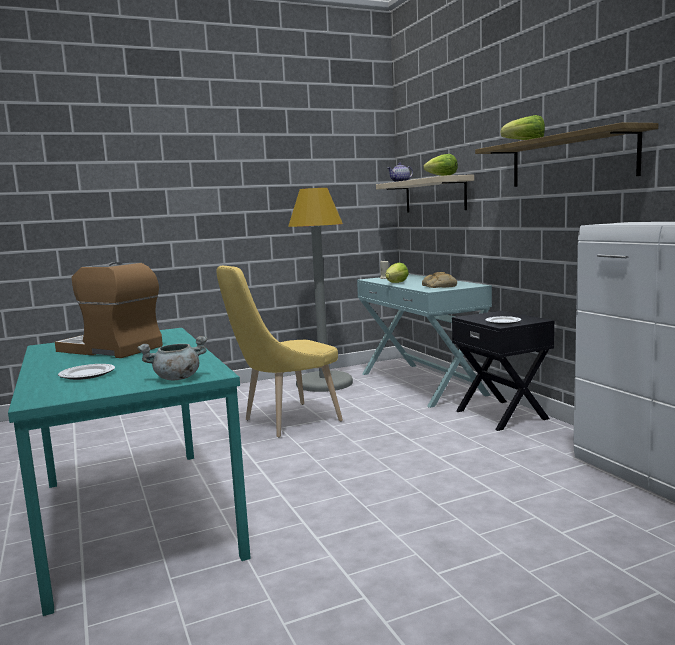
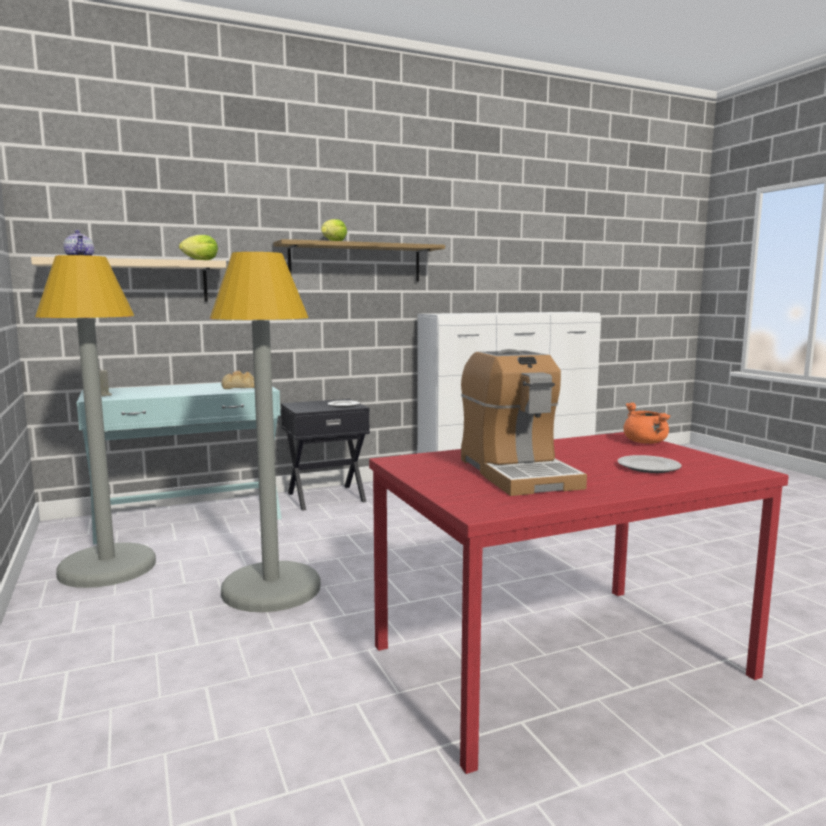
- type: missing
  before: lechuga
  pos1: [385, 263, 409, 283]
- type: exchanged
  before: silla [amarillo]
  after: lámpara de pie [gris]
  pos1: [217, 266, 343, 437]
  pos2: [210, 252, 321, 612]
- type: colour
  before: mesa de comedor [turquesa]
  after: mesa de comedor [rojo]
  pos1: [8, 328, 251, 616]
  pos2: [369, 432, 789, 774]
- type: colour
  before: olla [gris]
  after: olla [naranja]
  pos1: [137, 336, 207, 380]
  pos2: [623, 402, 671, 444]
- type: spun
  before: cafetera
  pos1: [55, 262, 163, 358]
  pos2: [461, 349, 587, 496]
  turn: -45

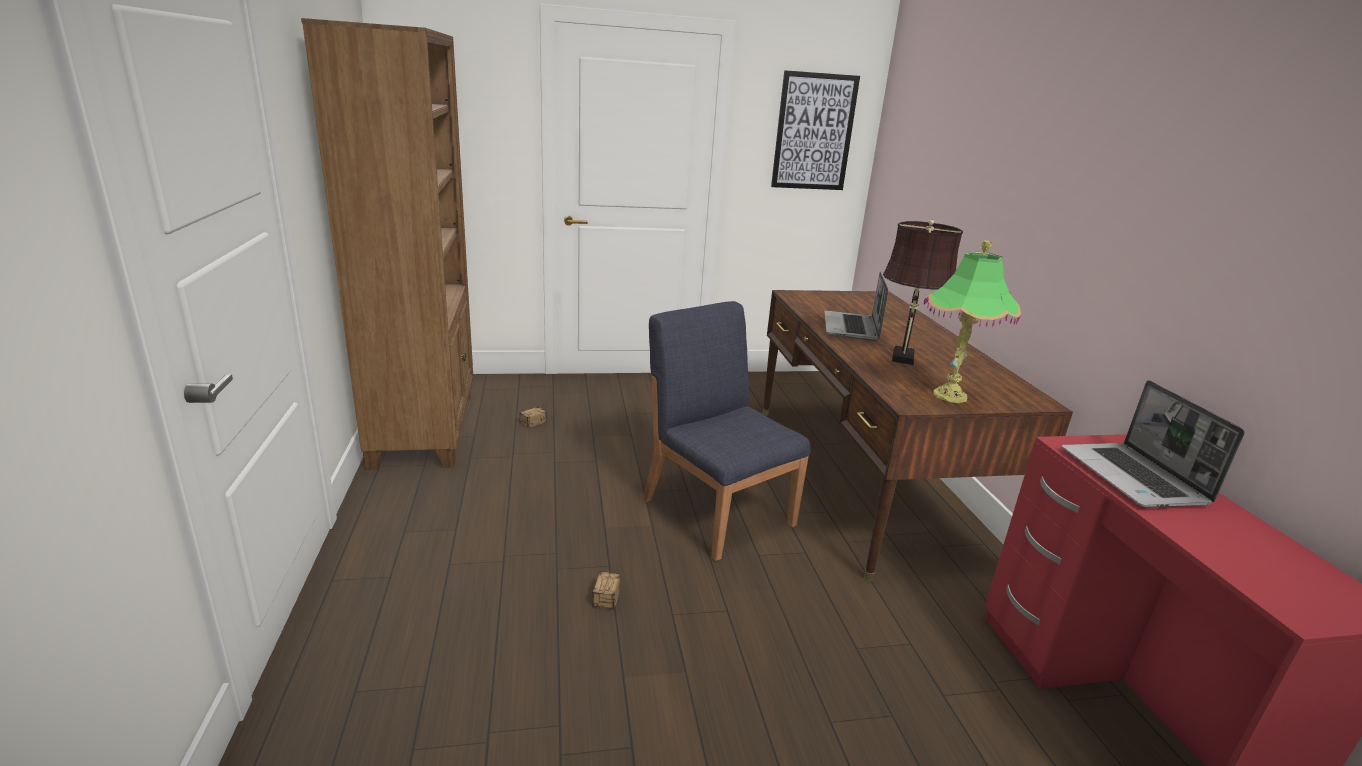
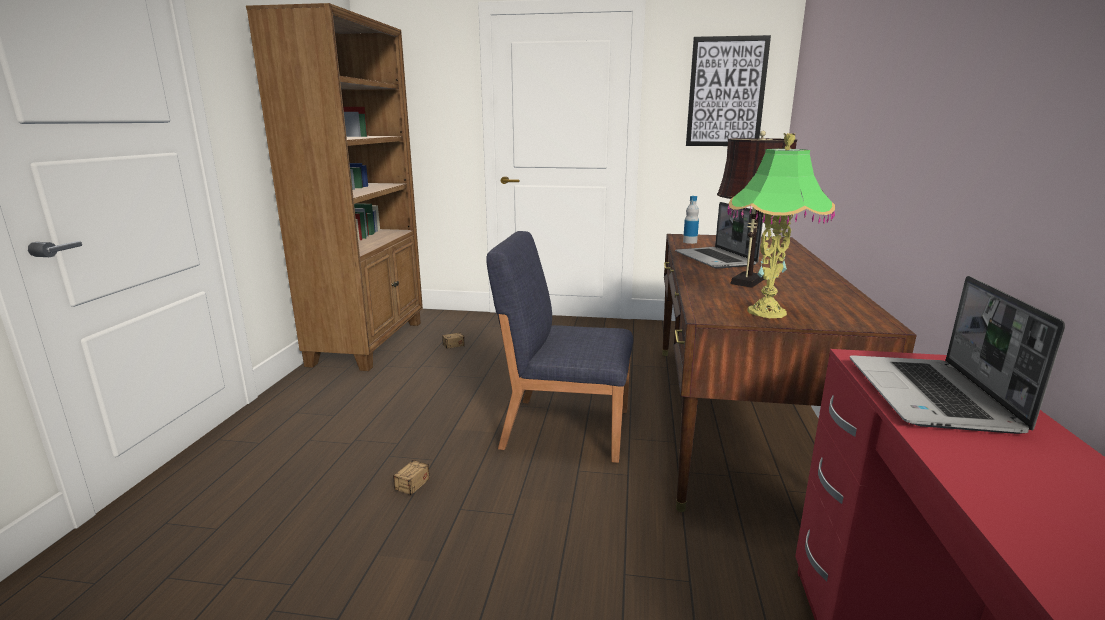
- type: appeared
  after: botella
  pos2: [683, 196, 699, 244]
- type: spun
  before: silla [azul]
  pos1: [643, 301, 810, 561]
  pos2: [486, 231, 633, 463]
  turn: -60
- type: spun
  before: portátil
  pos1: [824, 271, 888, 341]
  pos2: [675, 202, 764, 269]
  turn: -45

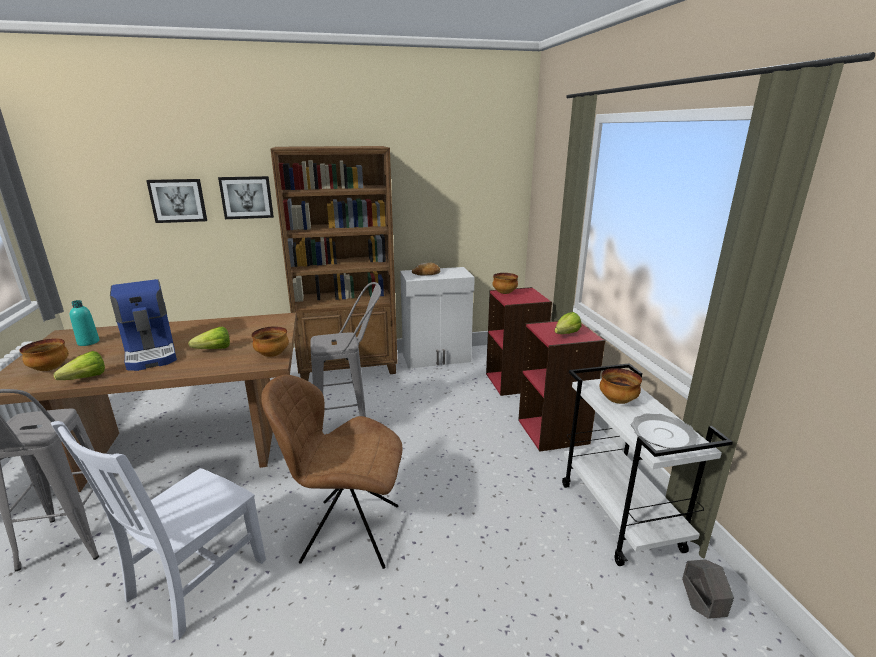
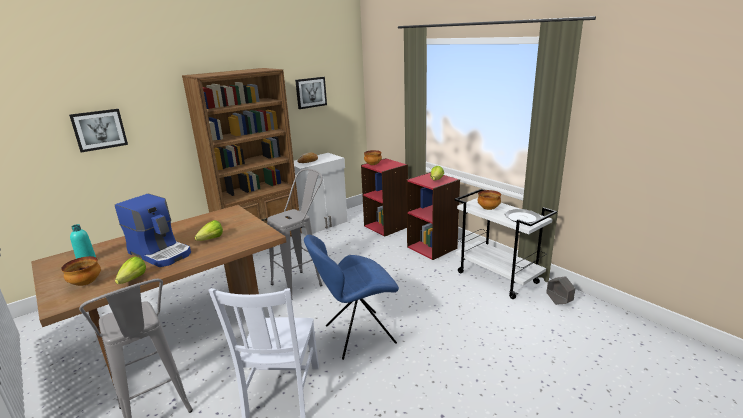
- type: missing
  before: cuenco
  pos1: [252, 326, 289, 357]
- type: relocated
  before: cuadro
  pos1: [218, 176, 274, 219]
  pos2: [295, 77, 327, 109]
- type: colour
  before: silla [marrón]
  after: silla [azul]
  pos1: [261, 375, 402, 569]
  pos2: [304, 235, 399, 360]

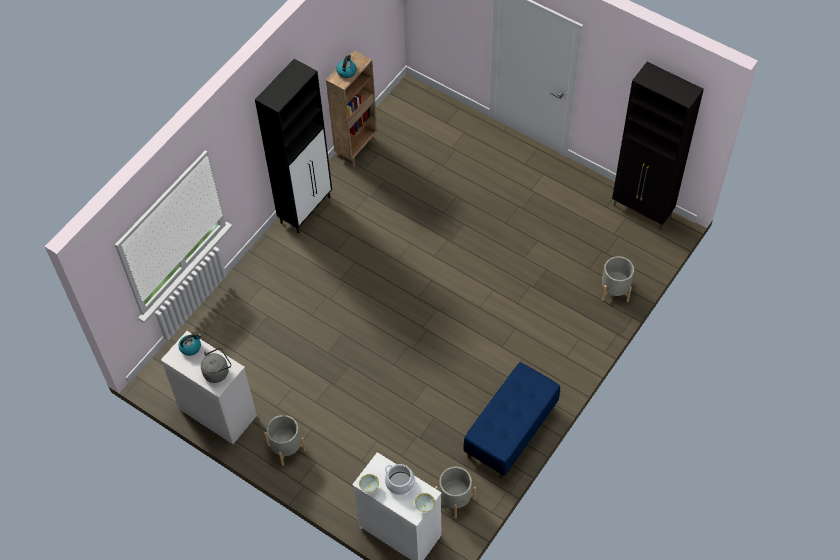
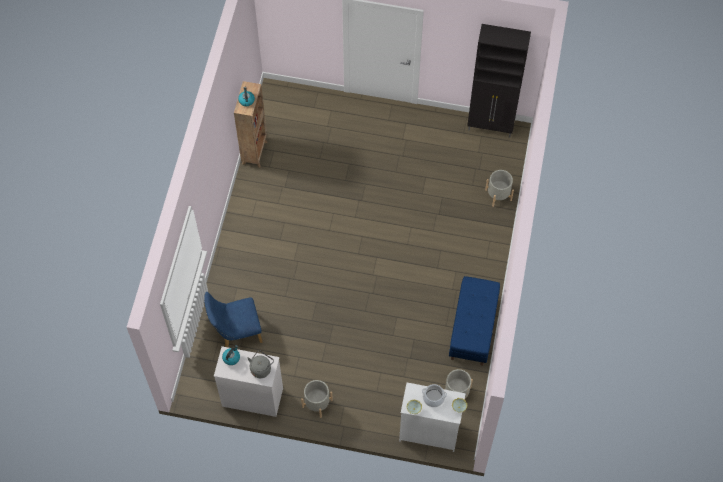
- type: missing
  before: armario [negro]
  pos1: [255, 59, 332, 234]
- type: appeared
  after: silla [azul]
  pos2: [204, 292, 263, 347]

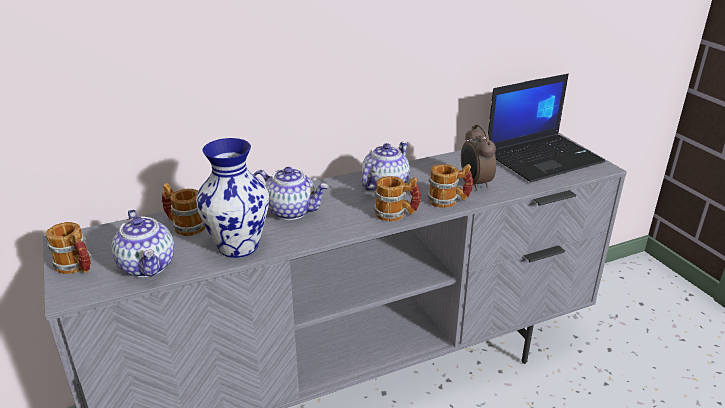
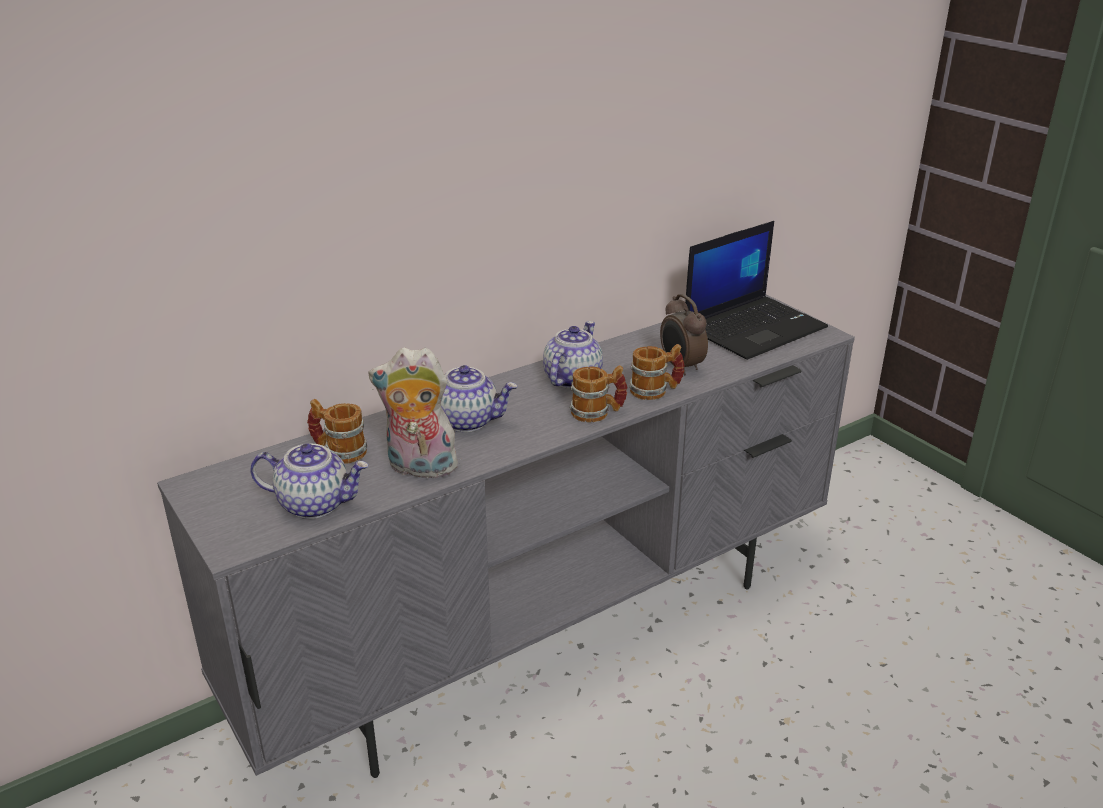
- type: missing
  before: taza grande
  pos1: [46, 222, 91, 274]
- type: exchanged
  before: florero
  after: peluche
  pos1: [196, 138, 269, 258]
  pos2: [368, 347, 461, 478]
- type: spun
  before: tetera
  pos1: [112, 209, 175, 277]
  pos2: [250, 443, 369, 519]
  turn: -45

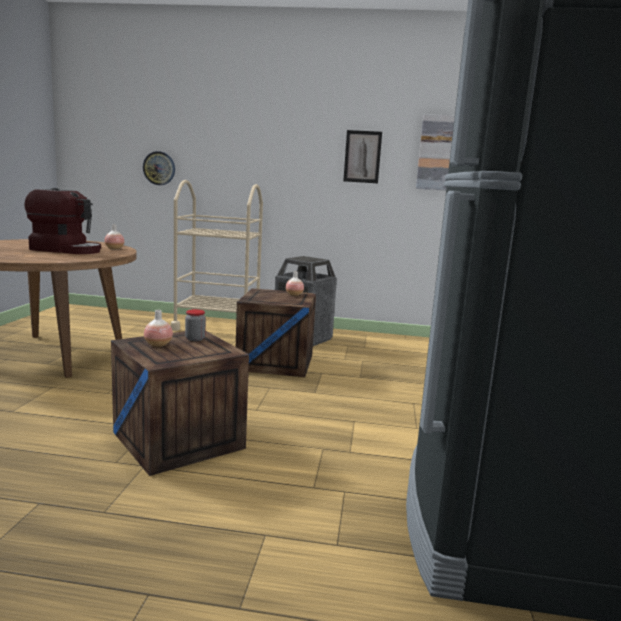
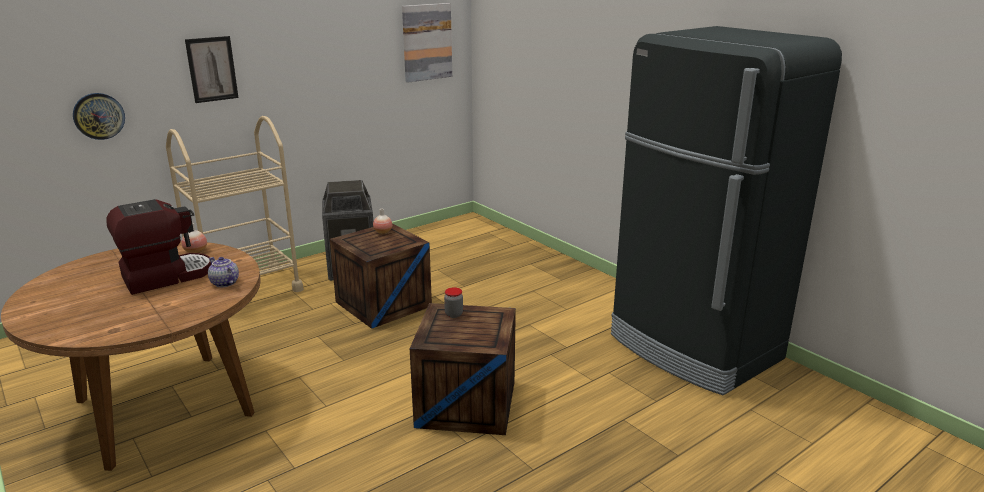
- type: missing
  before: florero
  pos1: [144, 310, 173, 347]
- type: appeared
  after: tetera
  pos2: [208, 257, 239, 287]
- type: relocated
  before: cuadro
  pos1: [343, 130, 382, 183]
  pos2: [185, 36, 239, 103]

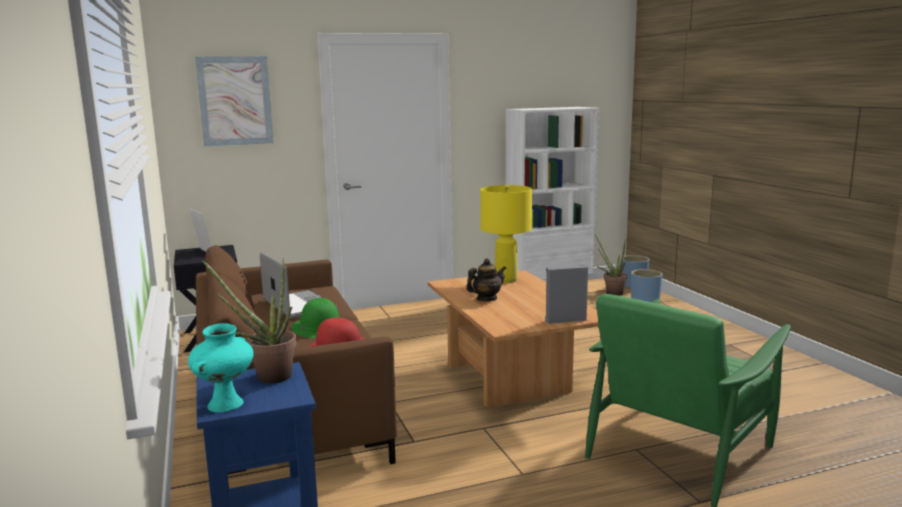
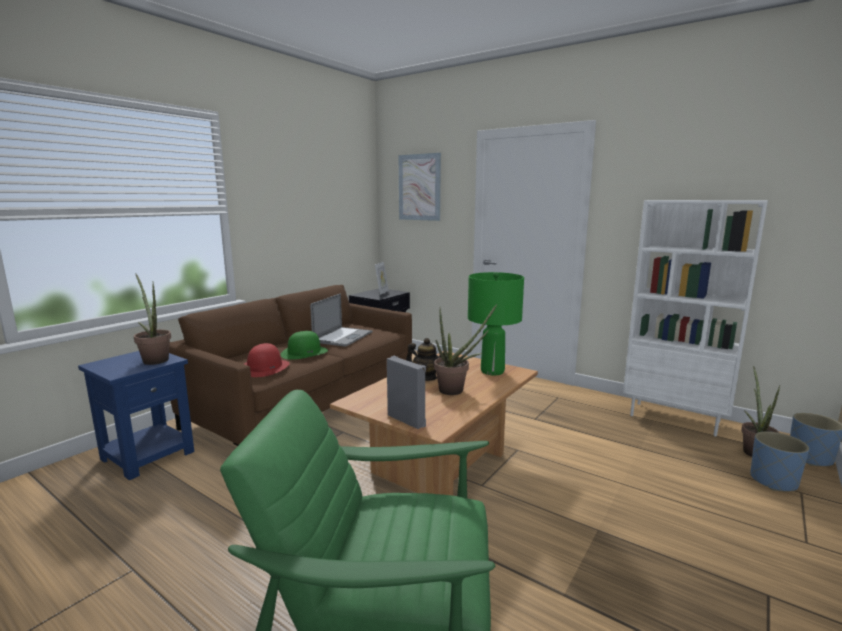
- type: missing
  before: florero [turquesa]
  pos1: [188, 323, 254, 412]
- type: appeared
  after: planta en maceta
  pos2: [434, 304, 497, 395]
- type: colour
  before: lámpara de mesa [amarillo]
  after: lámpara de mesa [verde]
  pos1: [480, 185, 532, 283]
  pos2: [468, 272, 524, 375]

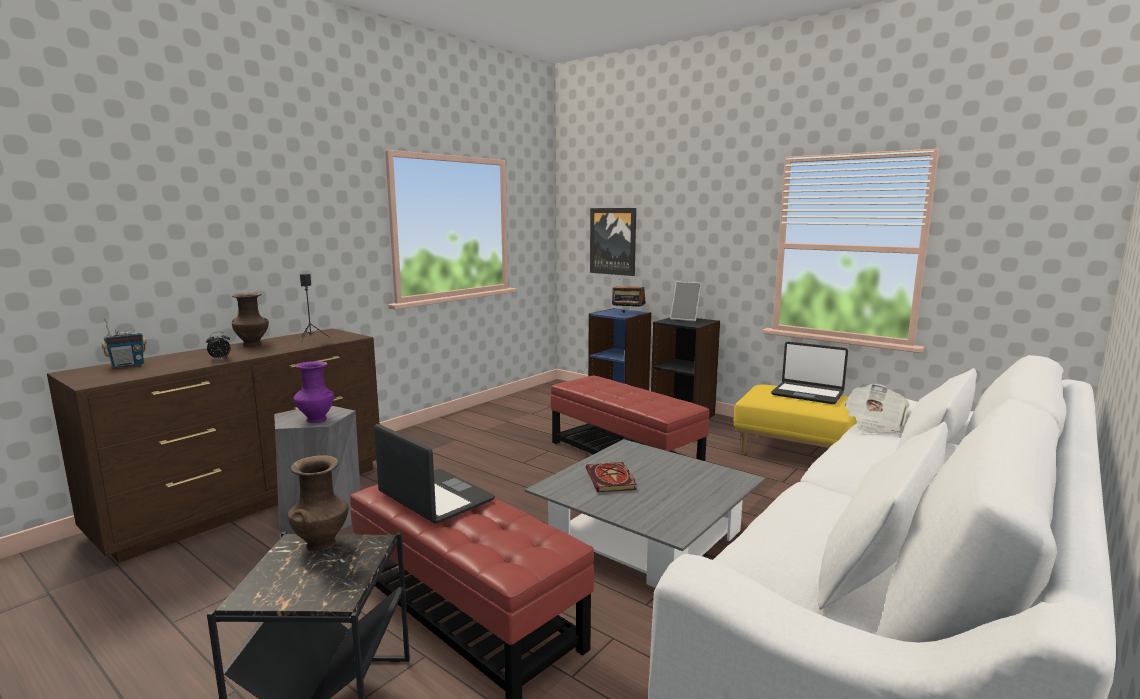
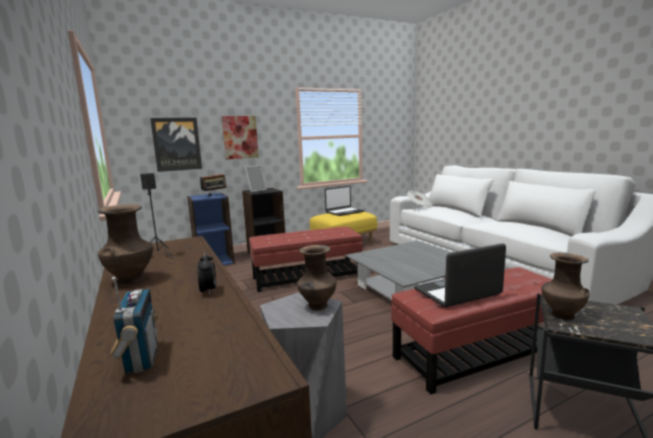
- type: missing
  before: libro
  pos1: [586, 462, 637, 492]
- type: appeared
  after: cuadro
  pos2: [222, 116, 259, 160]
- type: colour
  before: florero [morado]
  after: florero [marrón]
  pos1: [293, 361, 334, 423]
  pos2: [297, 245, 337, 311]

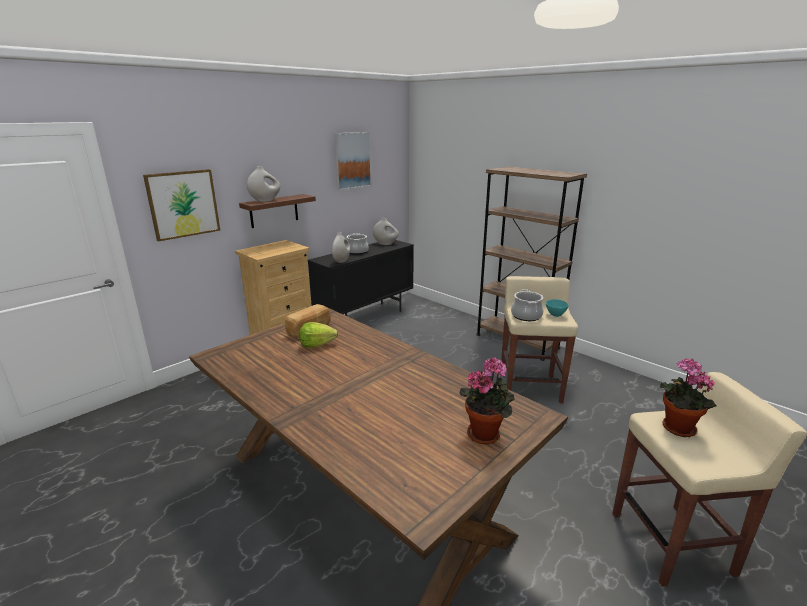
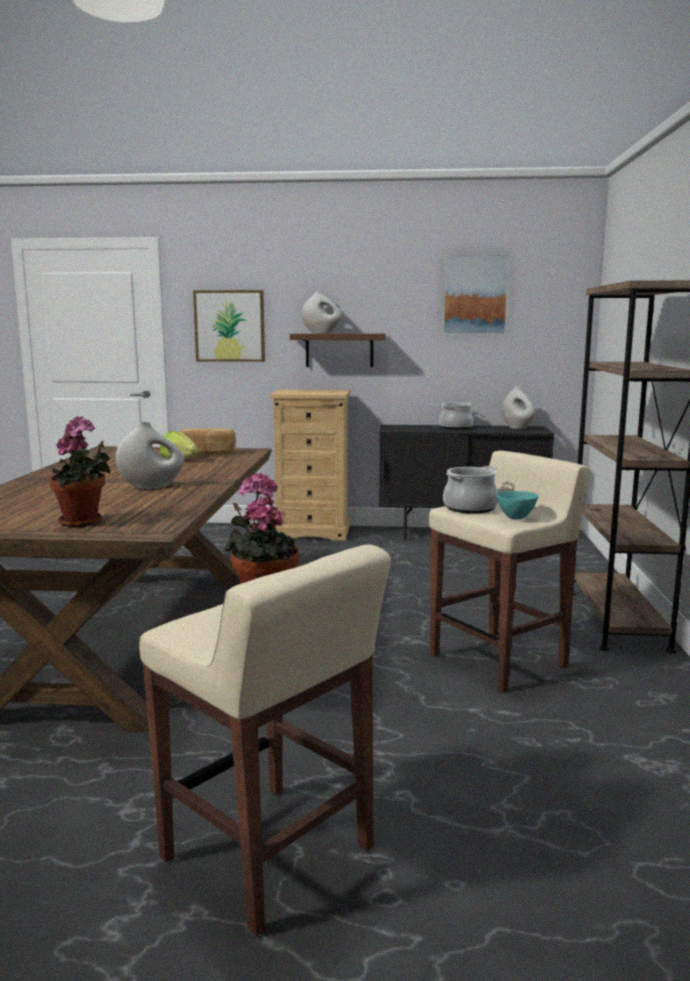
- type: relocated
  before: florero [blanco]
  pos1: [332, 232, 351, 263]
  pos2: [116, 422, 184, 489]

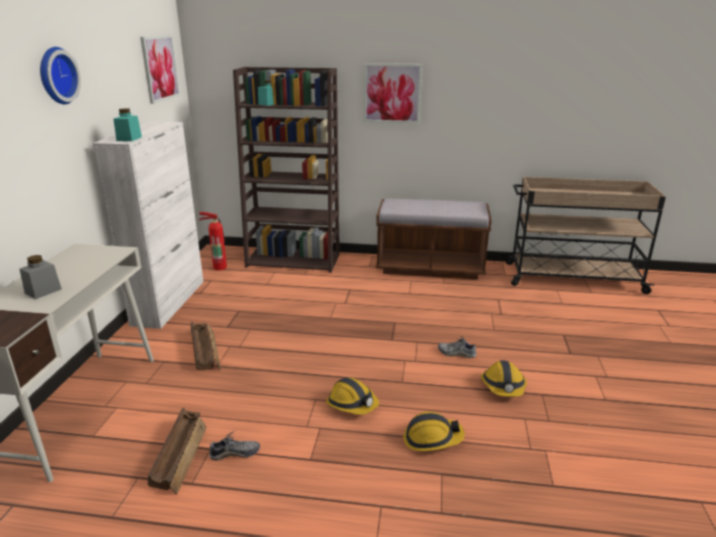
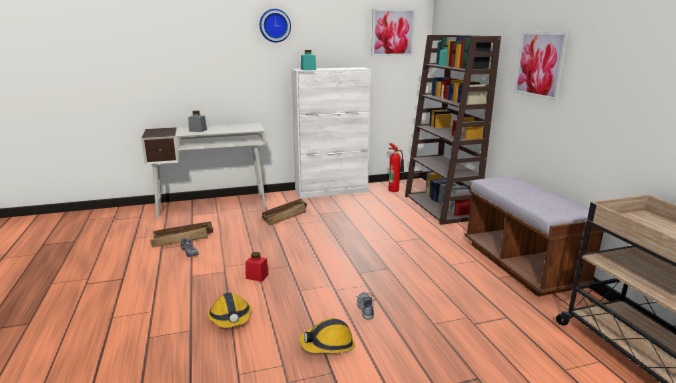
- type: exchanged
  before: casco
  after: tarro [rojo]
  pos1: [326, 378, 379, 415]
  pos2: [245, 252, 269, 282]

